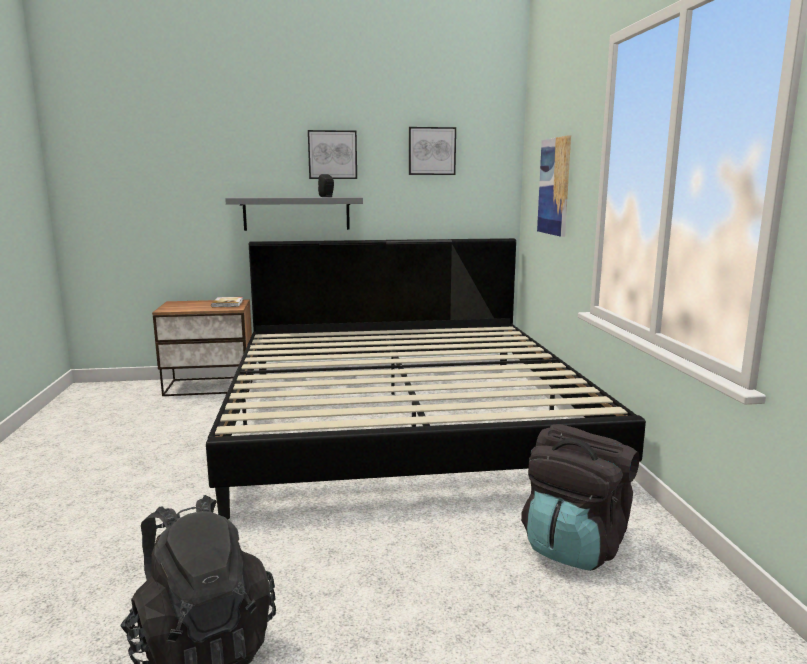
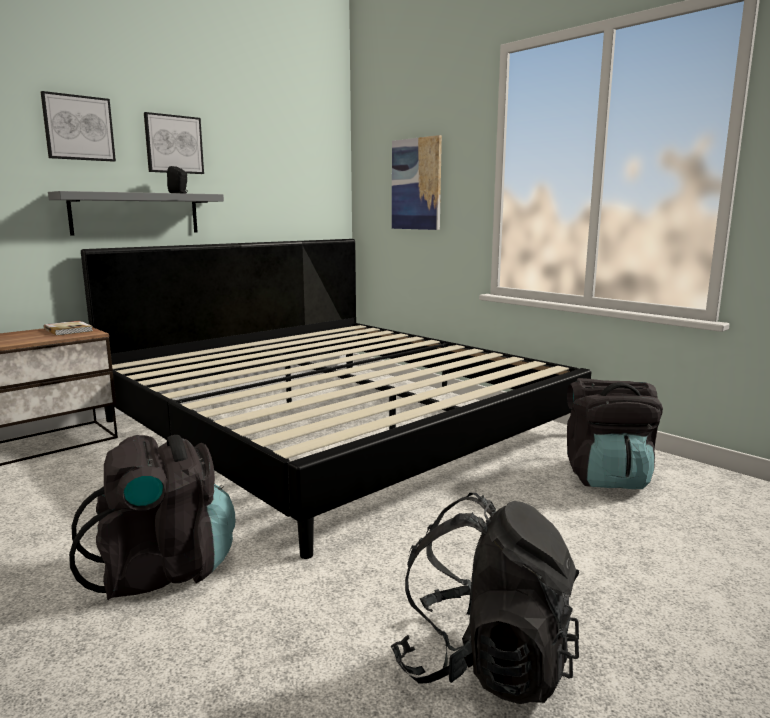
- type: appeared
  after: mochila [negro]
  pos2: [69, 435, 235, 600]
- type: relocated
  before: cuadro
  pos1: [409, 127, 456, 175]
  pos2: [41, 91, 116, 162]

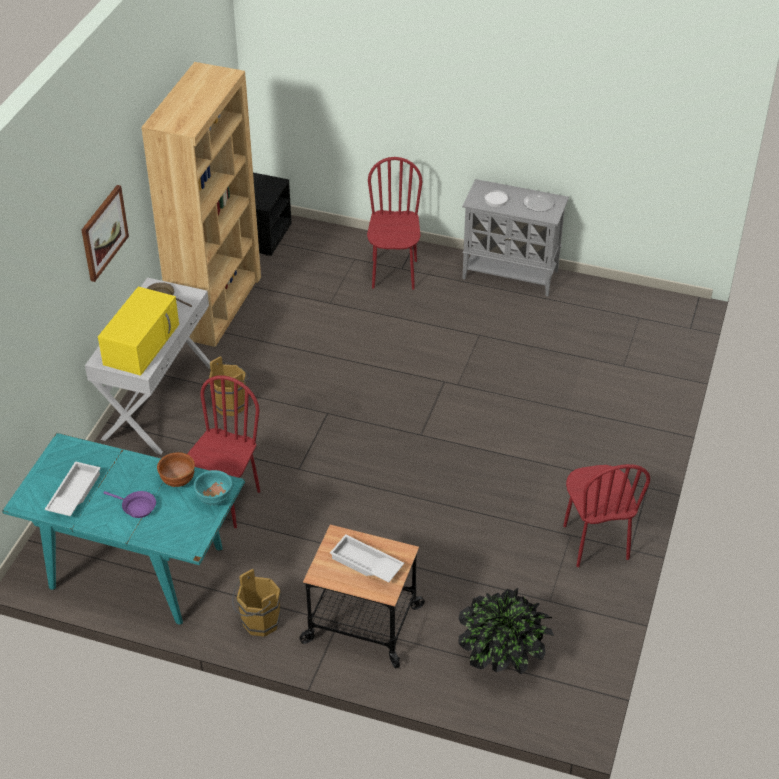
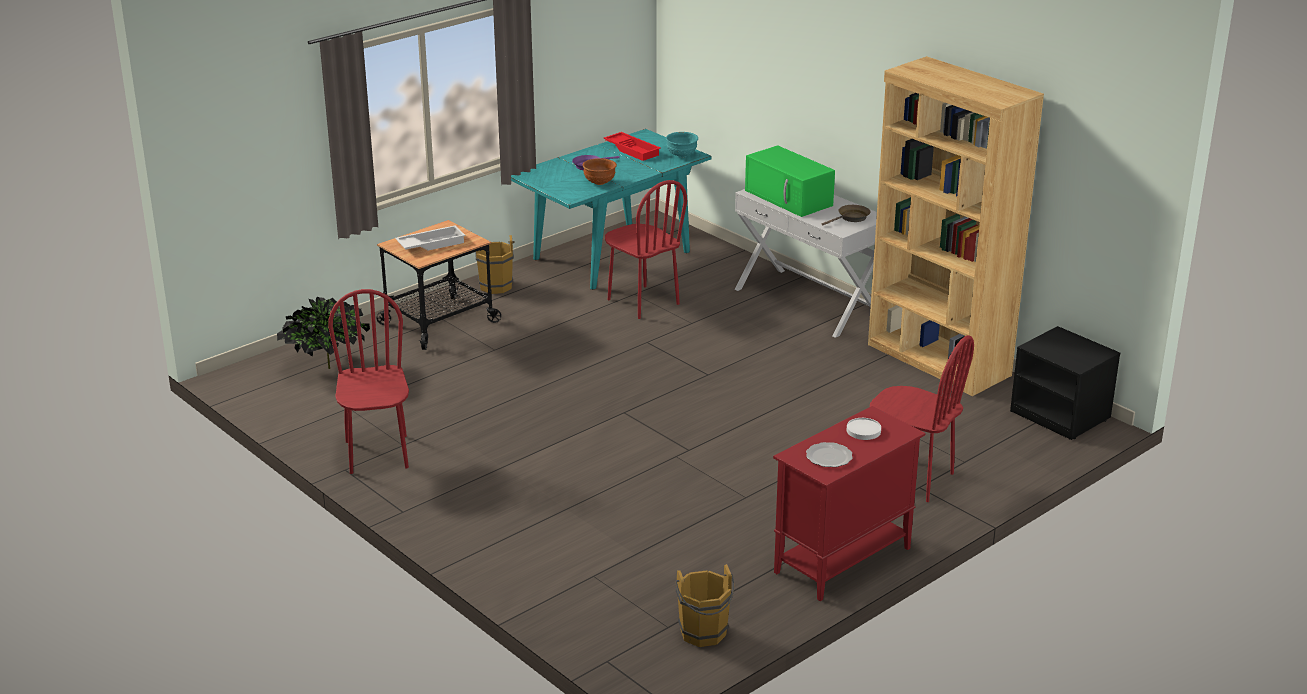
- type: missing
  before: cuadro
  pos1: [81, 185, 129, 282]
- type: relocated
  before: cuenco [turquesa]
  pos1: [194, 470, 232, 505]
  pos2: [666, 132, 698, 158]
- type: relocated
  before: cubo [marrón]
  pos1: [208, 356, 250, 416]
  pos2: [676, 564, 734, 647]
- type: colour
  before: bandeja [blanco]
  after: bandeja [rojo]
  pos1: [45, 461, 101, 516]
  pos2: [604, 132, 661, 161]
- type: colour
  before: microondas [amarillo]
  after: microondas [verde]
  pos1: [98, 286, 179, 376]
  pos2: [745, 145, 835, 217]
- type: colour
  before: armario [gris]
  after: armario [rojo]
  pos1: [462, 179, 569, 296]
  pos2: [773, 406, 925, 601]
- type: spun
  before: silla [rojo]
  pos1: [563, 464, 650, 567]
  pos2: [328, 289, 409, 474]
  turn: 60

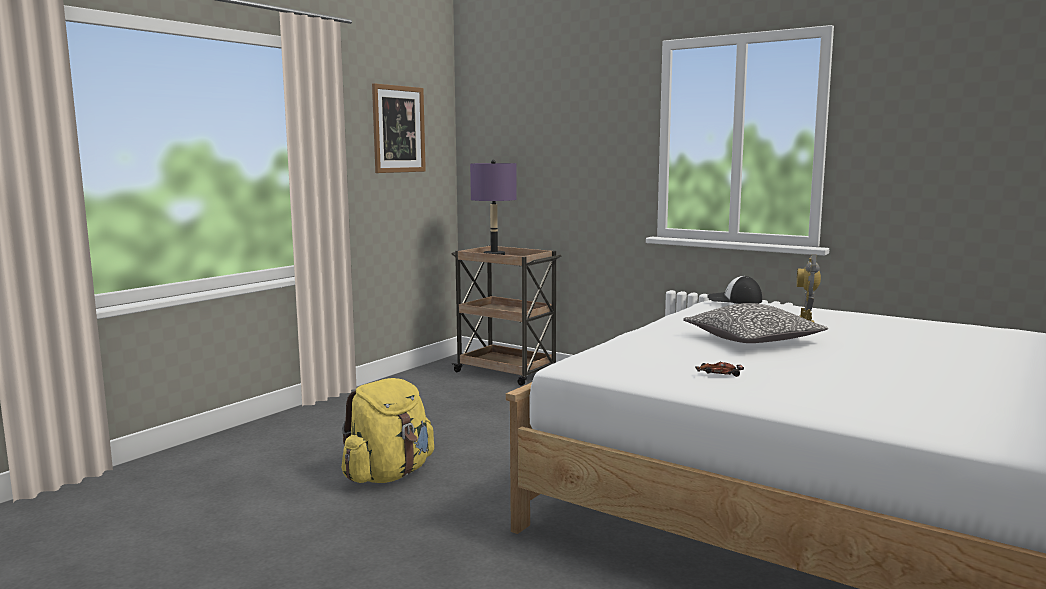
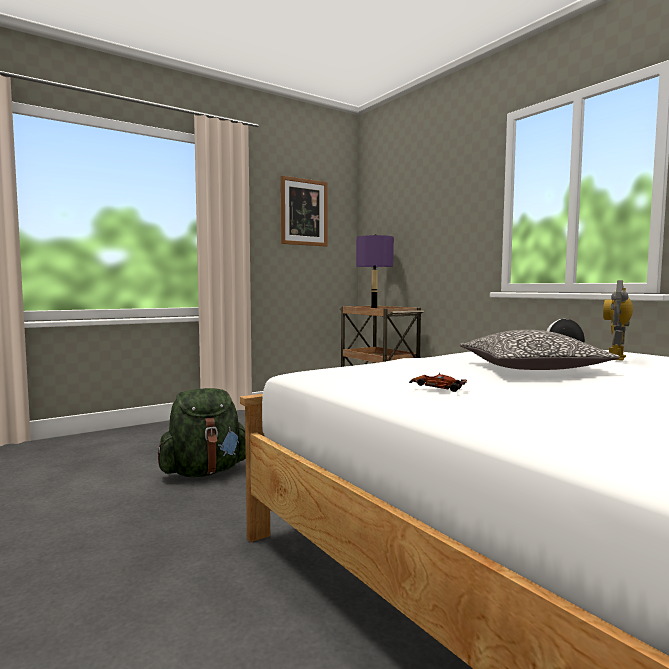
- type: colour
  before: mochila [amarillo]
  after: mochila [verde]
  pos1: [342, 378, 434, 483]
  pos2: [158, 388, 246, 477]

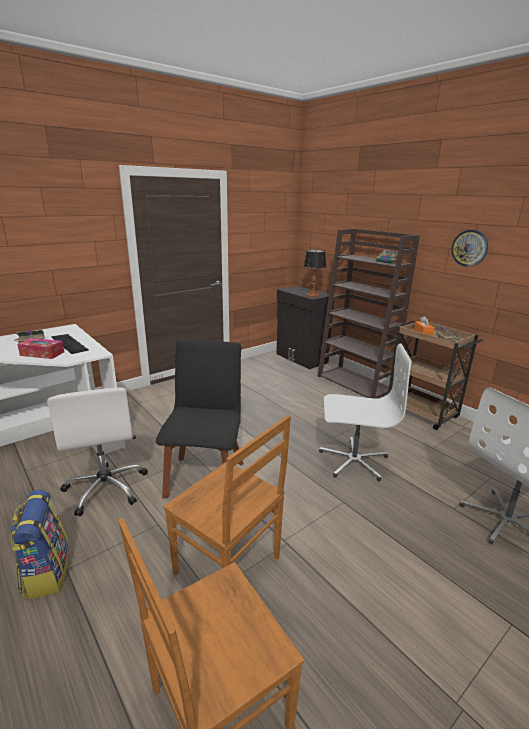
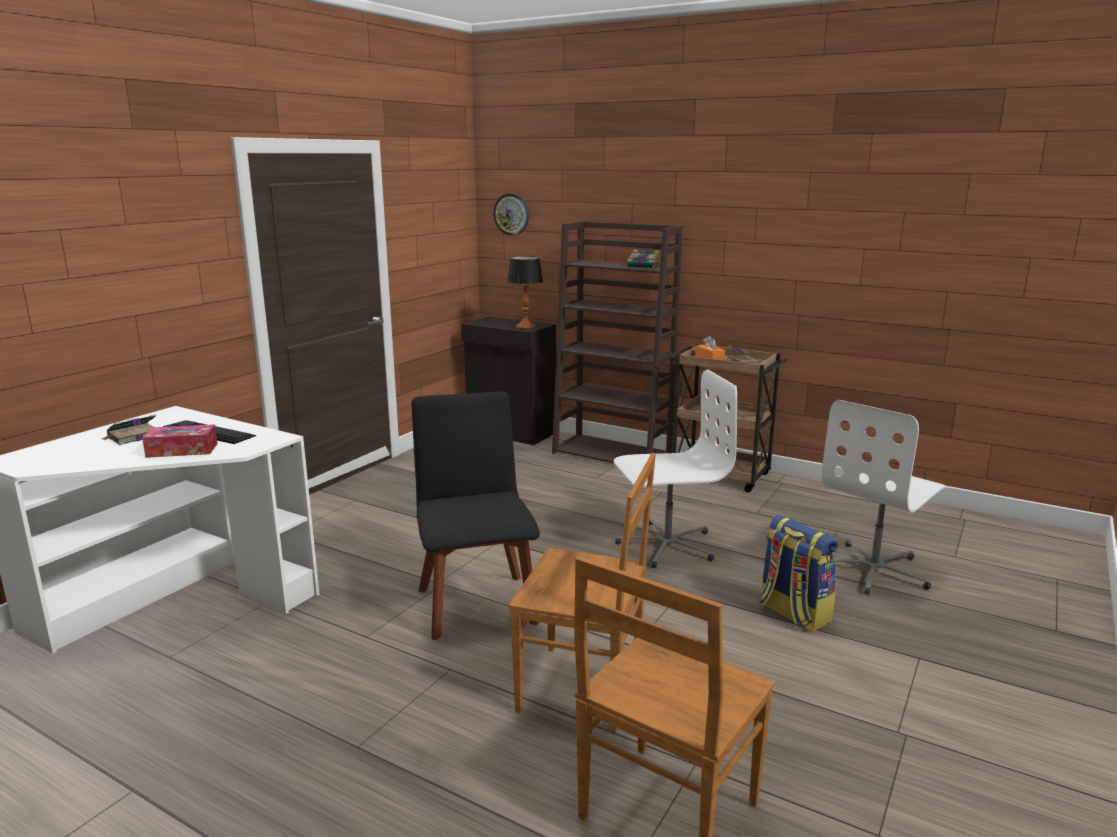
- type: missing
  before: silla de oficina [blanco]
  pos1: [47, 387, 148, 516]
- type: relocated
  before: mochila
  pos1: [11, 490, 69, 600]
  pos2: [759, 515, 838, 632]
- type: relocated
  before: reloj de pared
  pos1: [451, 230, 488, 267]
  pos2: [493, 193, 529, 236]

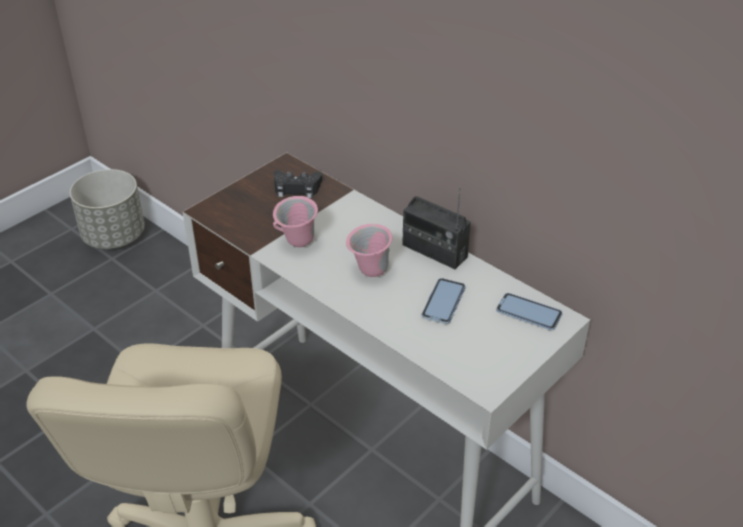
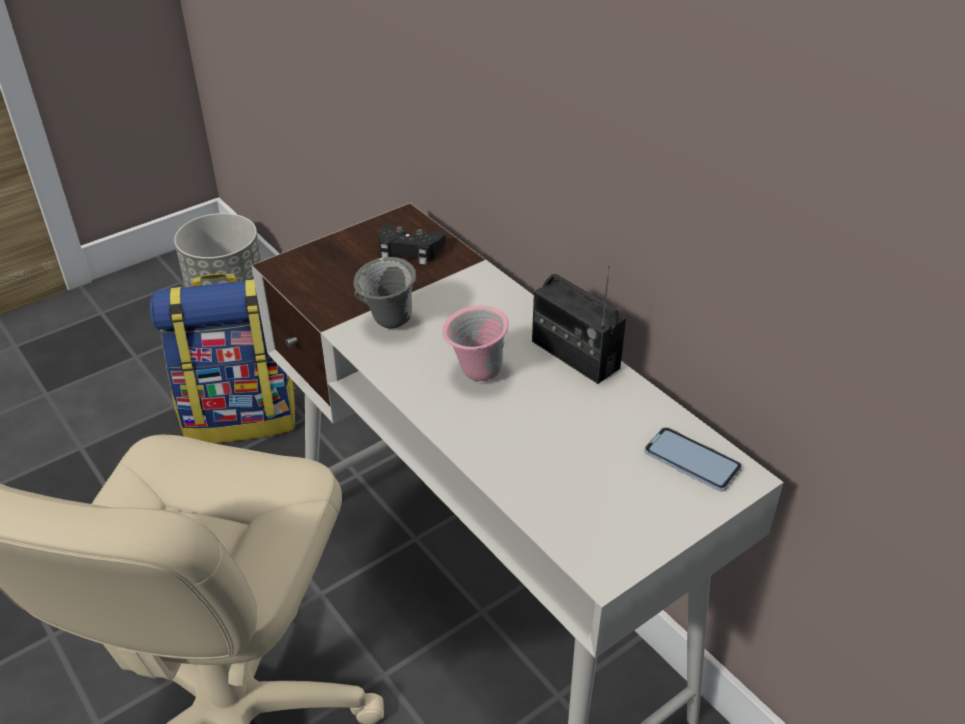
- type: missing
  before: móvil
  pos1: [421, 278, 465, 324]
- type: appeared
  after: mochila
  pos2: [150, 273, 295, 443]
- type: colour
  before: taza grande [rosa]
  after: taza grande [gris]
  pos1: [273, 196, 318, 247]
  pos2: [354, 257, 416, 329]

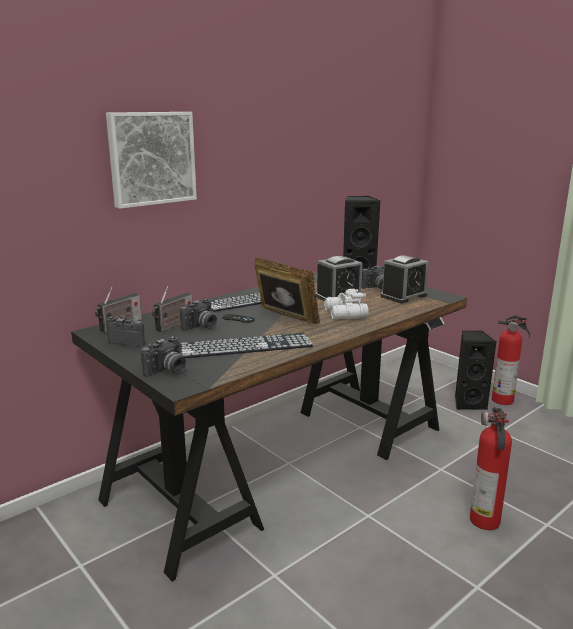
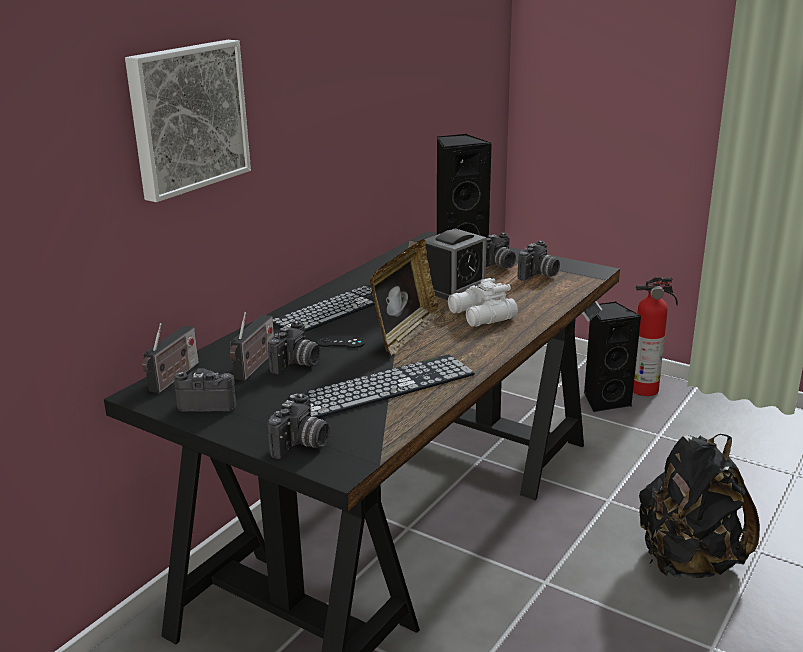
- type: exchanged
  before: despertador
  after: cámara
  pos1: [381, 255, 429, 303]
  pos2: [518, 240, 560, 281]
- type: exchanged
  before: extintor
  after: mochila [negro]
  pos1: [470, 407, 512, 530]
  pos2: [639, 434, 760, 578]
- type: spun
  before: portarretratos
  pos1: [254, 257, 320, 324]
  pos2: [369, 239, 442, 355]
  turn: 90

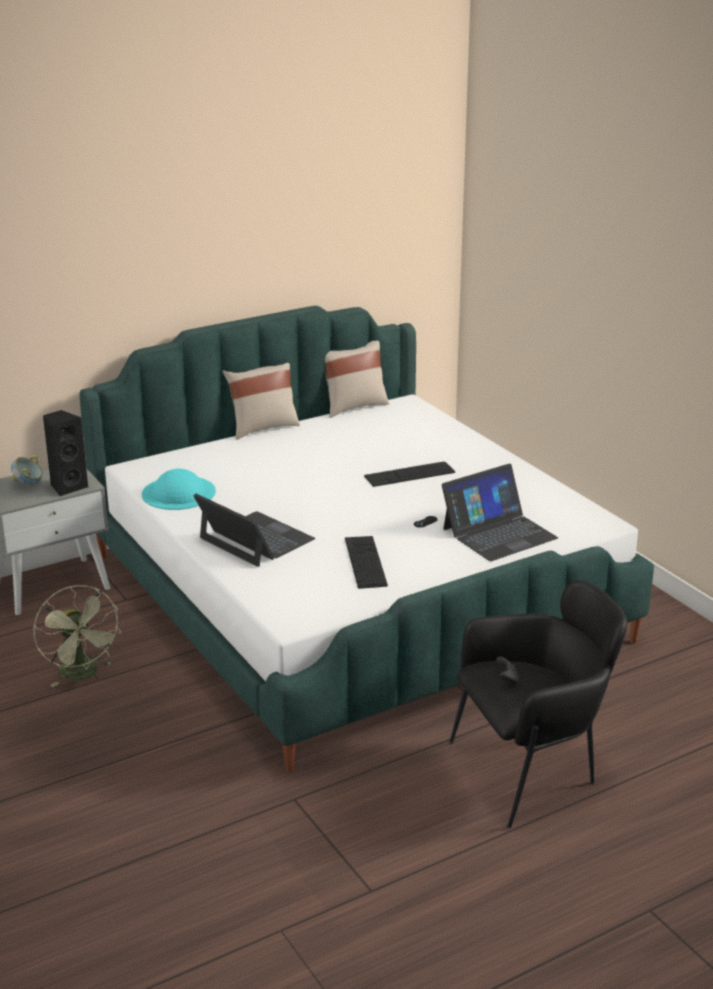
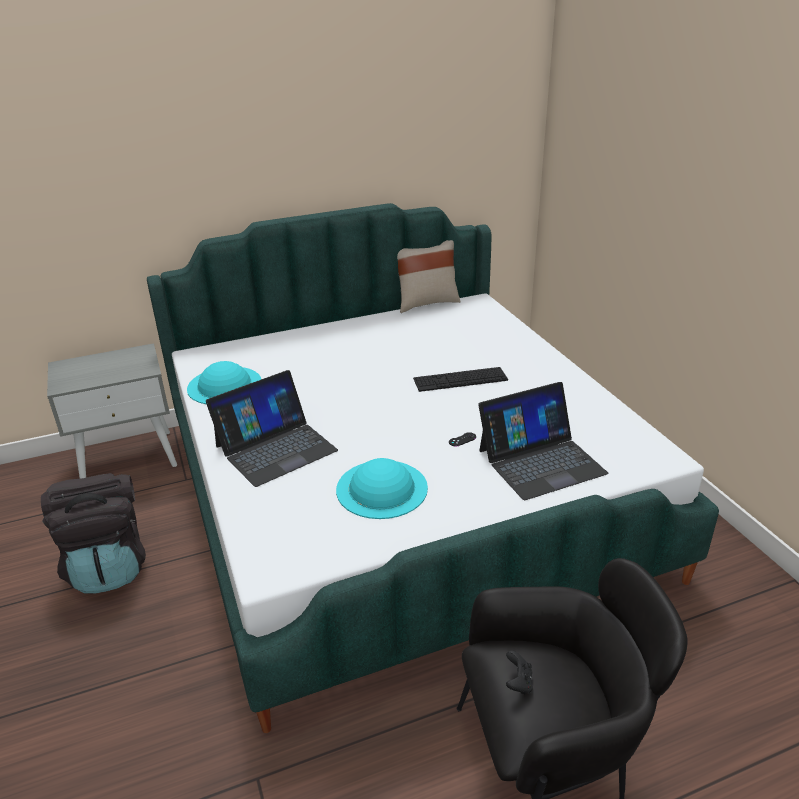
- type: missing
  before: cuenco
  pos1: [11, 455, 43, 486]
- type: missing
  before: altavoz [negro]
  pos1: [43, 410, 89, 497]
- type: missing
  before: cojín [beis]
  pos1: [222, 363, 300, 440]
- type: exchanged
  before: ventilador [verde]
  after: mochila [negro]
  pos1: [34, 585, 121, 687]
  pos2: [41, 473, 146, 593]
- type: exchanged
  before: teclado
  after: sombrero [turquesa]
  pos1: [345, 536, 388, 589]
  pos2: [336, 458, 428, 519]
- type: spun
  before: portátil
  pos1: [193, 493, 315, 567]
  pos2: [206, 370, 338, 487]
  turn: 90

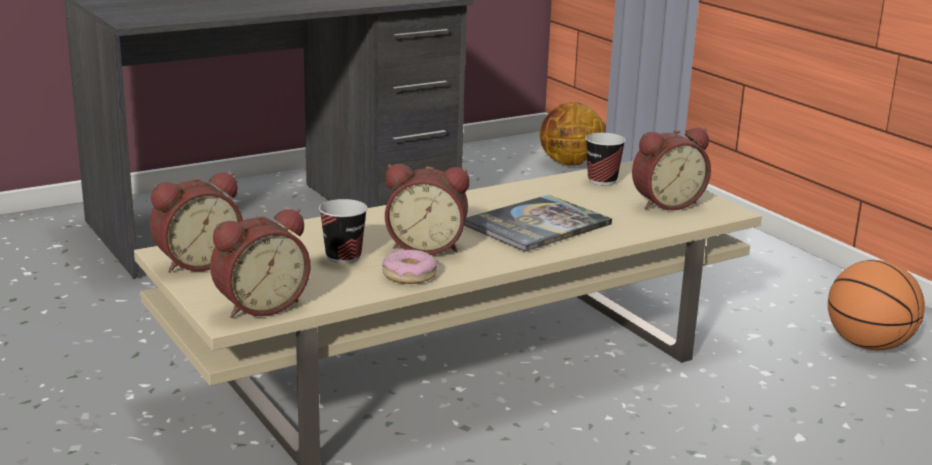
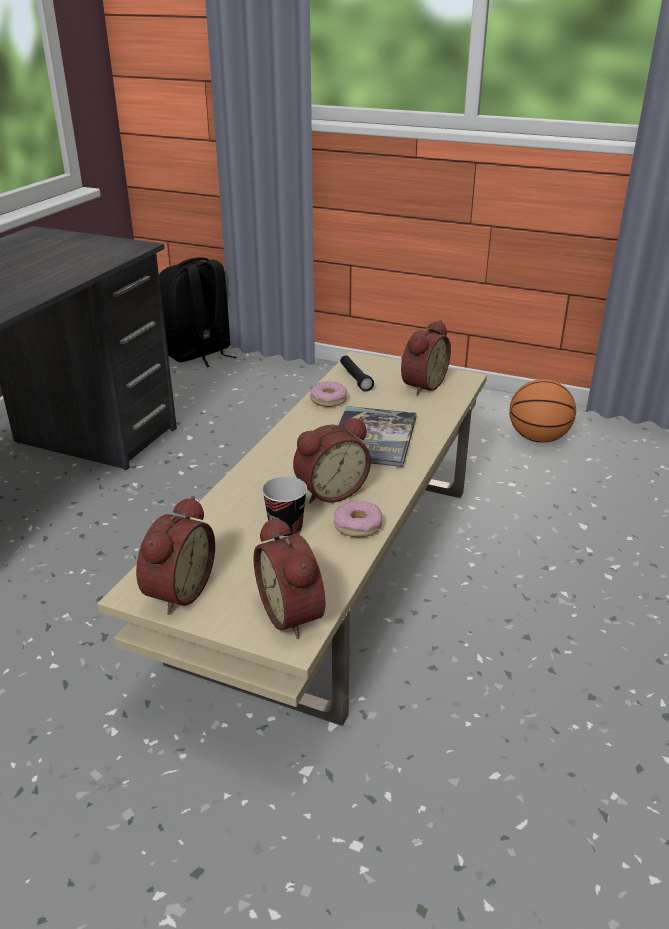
- type: appeared
  after: rosquilla
  pos2: [310, 381, 347, 407]
- type: exchanged
  before: balón de baloncesto
  after: mochila [negro]
  pos1: [540, 102, 605, 166]
  pos2: [159, 257, 237, 367]
- type: exchanged
  before: taza
  after: linterna [negro]
  pos1: [585, 133, 626, 185]
  pos2: [340, 355, 374, 392]
- type: spun
  before: despertador
  pos1: [210, 209, 310, 318]
  pos2: [254, 516, 325, 639]
  turn: 135

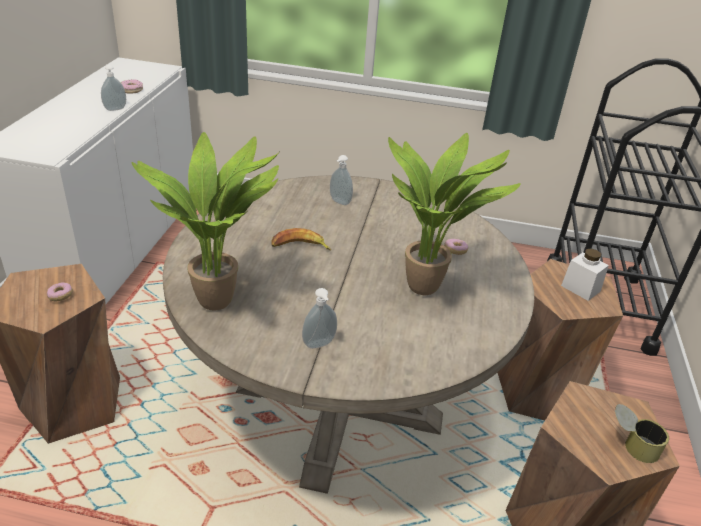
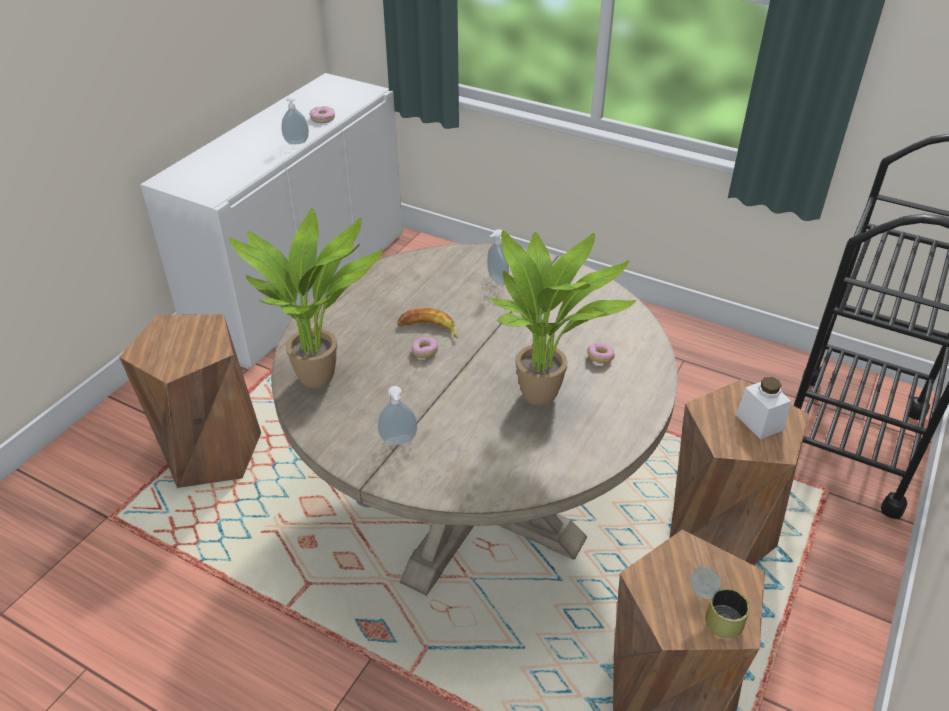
- type: relocated
  before: rosquilla
  pos1: [47, 282, 73, 301]
  pos2: [412, 337, 438, 358]

